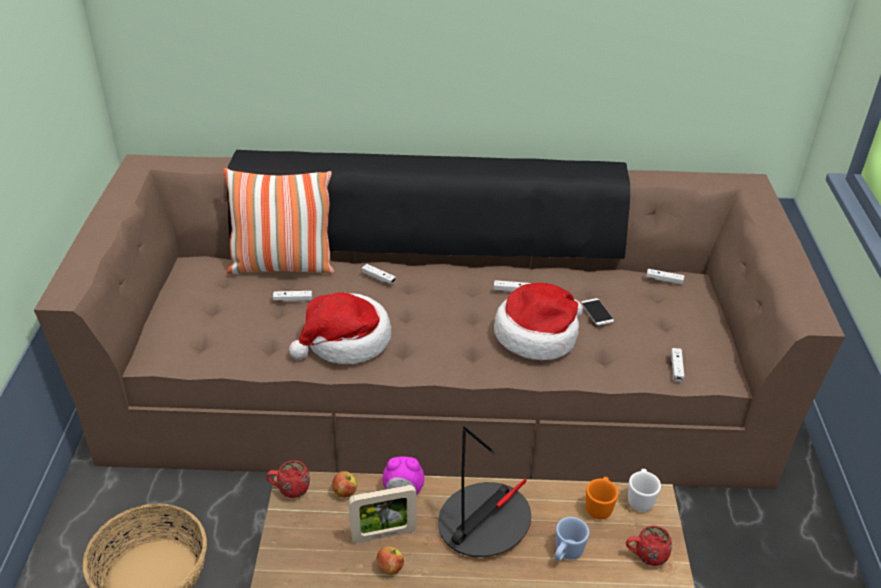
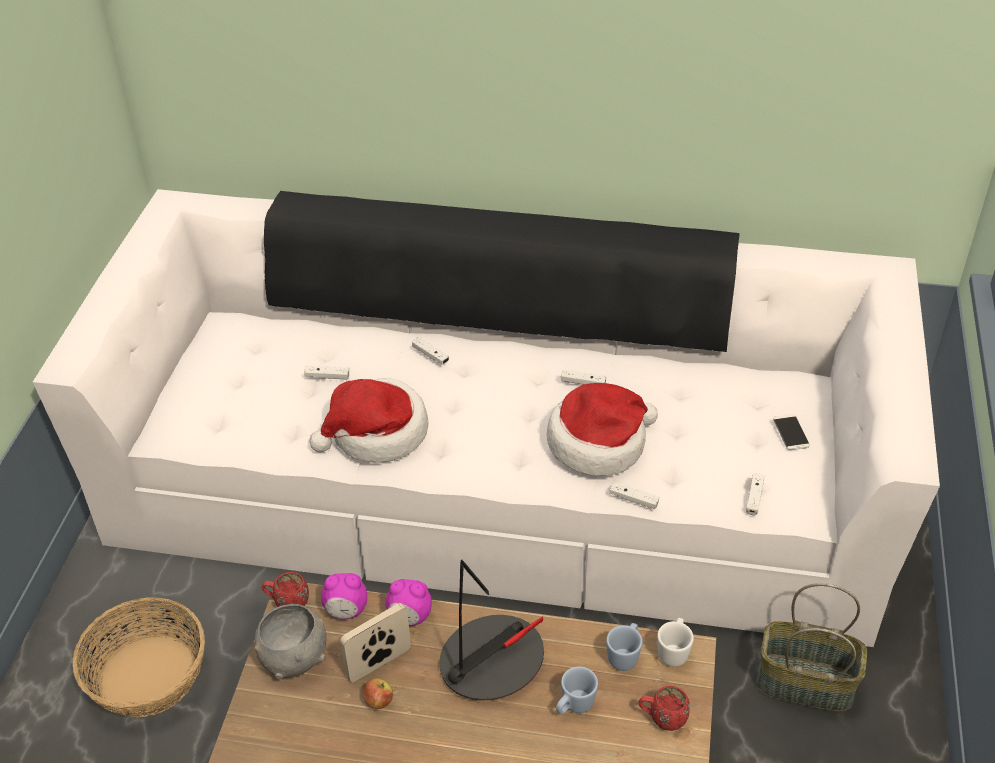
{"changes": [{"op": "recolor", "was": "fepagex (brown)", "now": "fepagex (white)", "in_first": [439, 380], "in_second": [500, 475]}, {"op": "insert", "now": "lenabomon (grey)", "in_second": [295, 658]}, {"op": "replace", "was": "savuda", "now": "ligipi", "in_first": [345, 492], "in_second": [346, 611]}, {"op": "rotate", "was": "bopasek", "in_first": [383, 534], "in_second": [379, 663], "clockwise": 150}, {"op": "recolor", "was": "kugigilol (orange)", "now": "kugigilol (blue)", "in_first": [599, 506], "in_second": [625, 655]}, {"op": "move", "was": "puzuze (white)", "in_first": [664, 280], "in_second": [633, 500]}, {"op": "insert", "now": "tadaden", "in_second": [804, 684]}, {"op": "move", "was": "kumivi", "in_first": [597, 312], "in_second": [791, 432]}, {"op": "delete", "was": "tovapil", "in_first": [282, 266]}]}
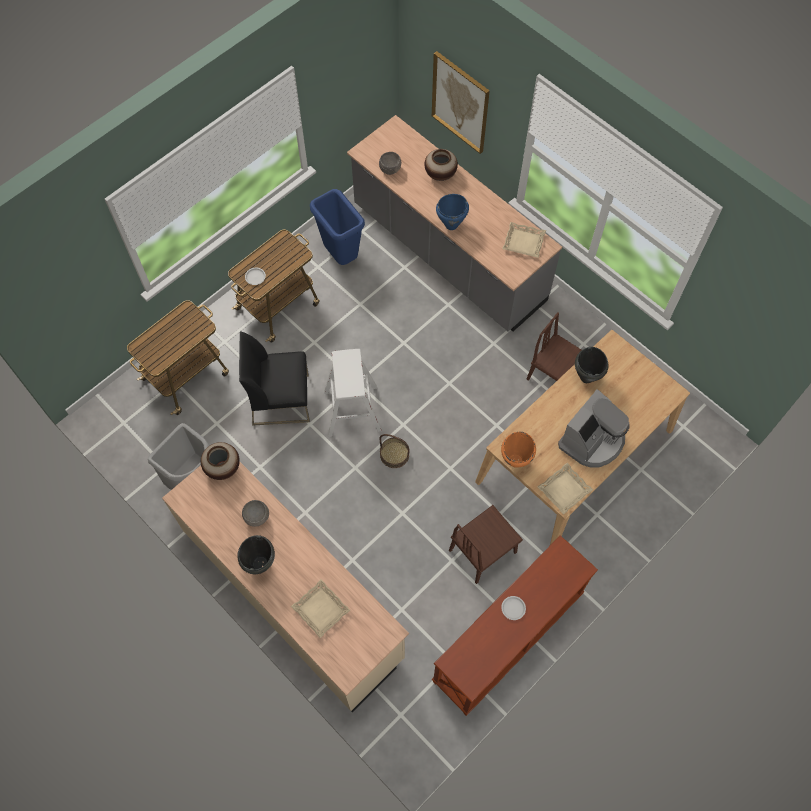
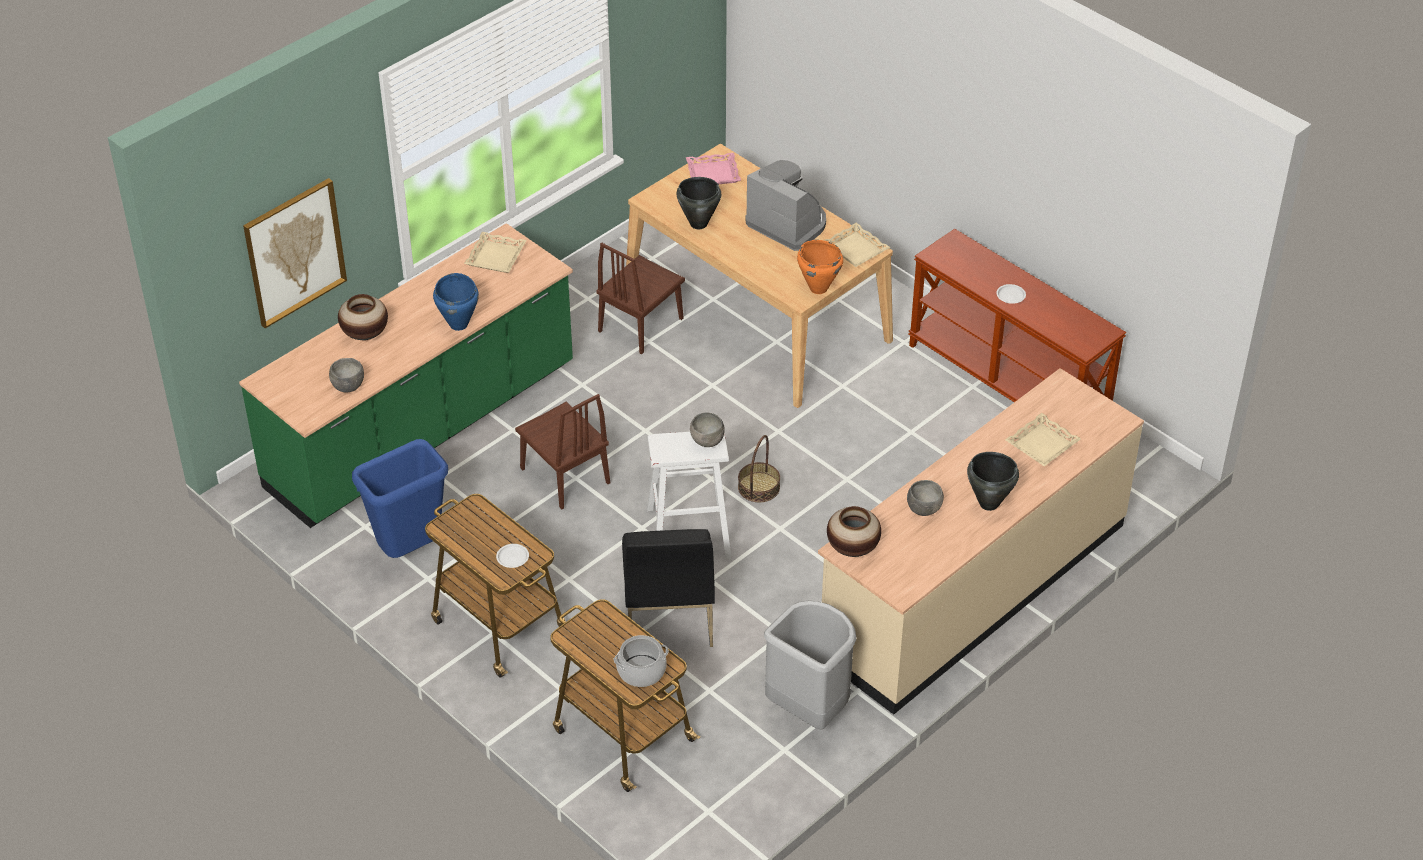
{"changes": [{"op": "recolor", "was": "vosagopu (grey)", "now": "vosagopu (green)", "in_first": [448, 254], "in_second": [422, 429]}, {"op": "move", "was": "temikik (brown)", "in_first": [483, 551], "in_second": [565, 475]}, {"op": "insert", "now": "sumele", "in_second": [641, 671]}, {"op": "insert", "now": "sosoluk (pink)", "in_second": [713, 174]}, {"op": "insert", "now": "lenabomon (grey)", "in_second": [707, 442]}]}
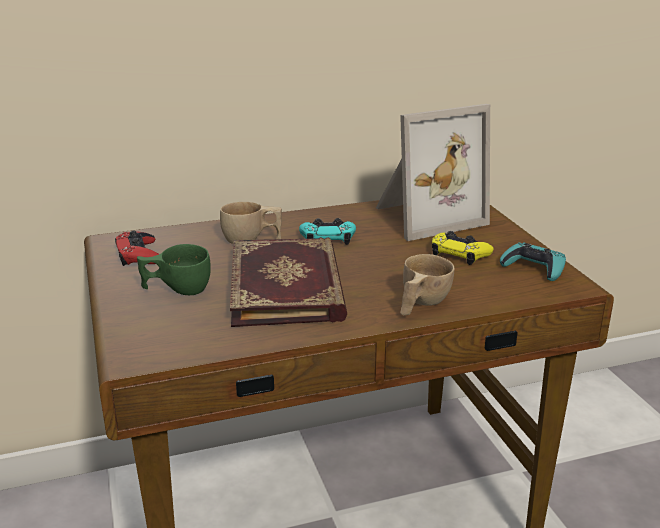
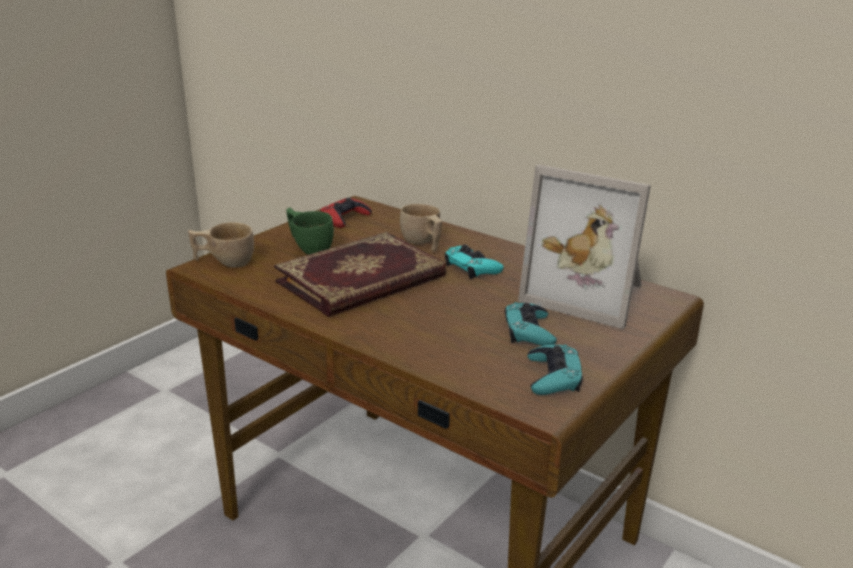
{"changes": [{"op": "move", "was": "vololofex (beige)", "in_first": [420, 304], "in_second": [224, 262]}, {"op": "recolor", "was": "puzuze (yellow)", "now": "puzuze (turquoise)", "in_first": [459, 253], "in_second": [529, 331]}]}
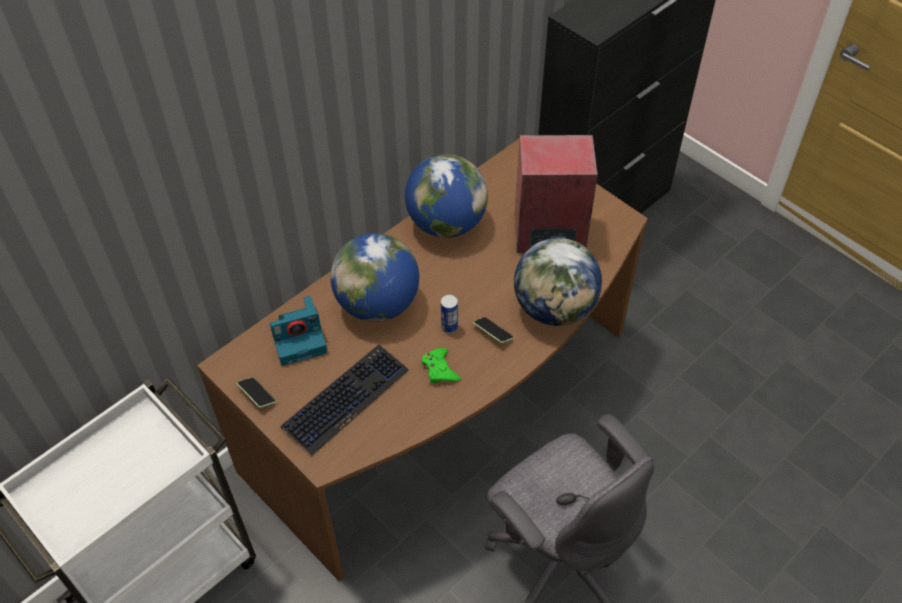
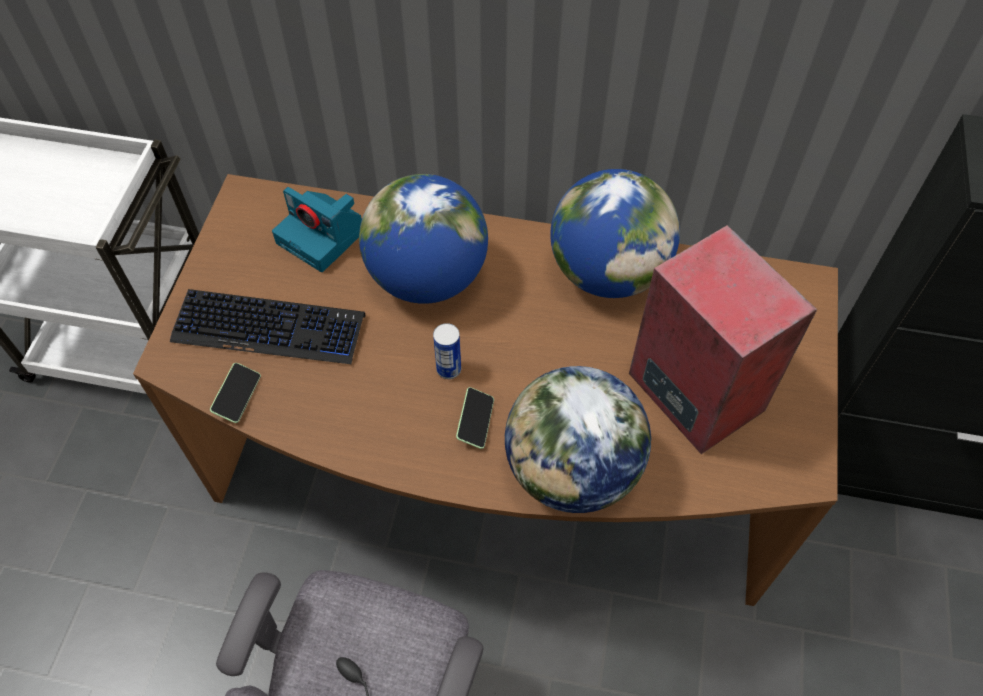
{"changes": [{"op": "move", "was": "kumivi", "in_first": [257, 395], "in_second": [238, 397]}, {"op": "delete", "was": "puzuze (green)", "in_first": [440, 369]}]}
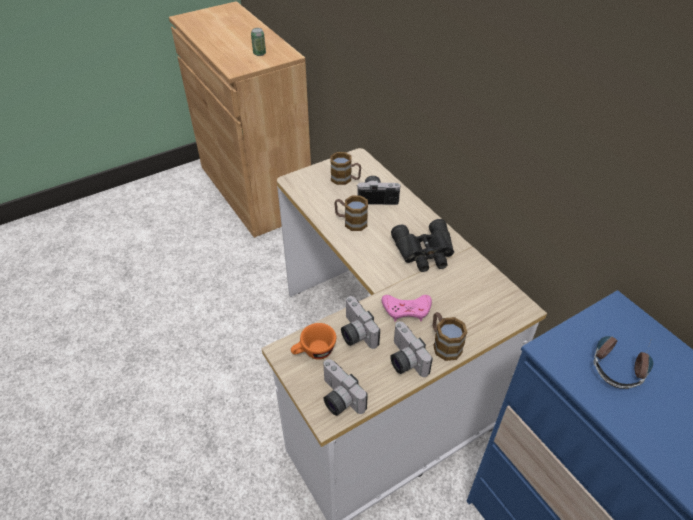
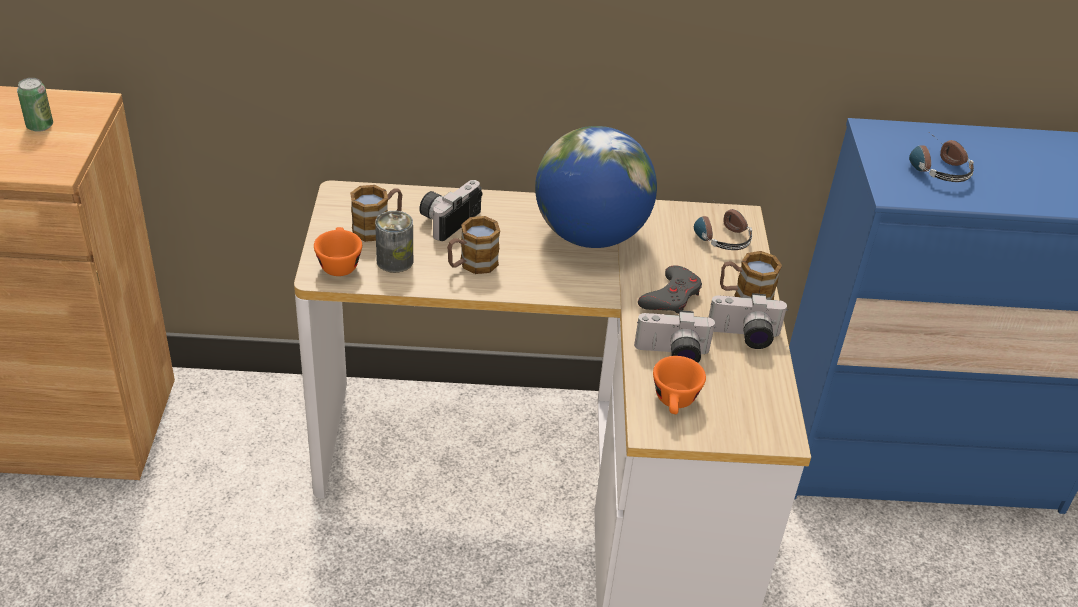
{"changes": [{"op": "insert", "now": "vololofex (orange)", "in_second": [338, 263]}, {"op": "insert", "now": "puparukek", "in_second": [395, 261]}, {"op": "replace", "was": "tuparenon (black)", "now": "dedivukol", "in_first": [425, 252], "in_second": [590, 235]}, {"op": "recolor", "was": "puzuze (pink)", "now": "puzuze (grey)", "in_first": [407, 310], "in_second": [671, 297]}, {"op": "insert", "now": "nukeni", "in_second": [718, 234]}, {"op": "delete", "was": "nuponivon", "in_first": [338, 399]}]}
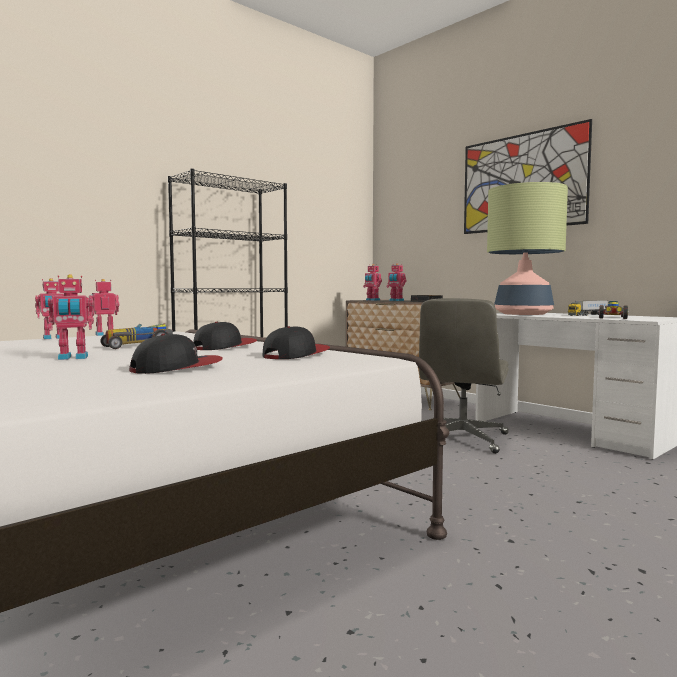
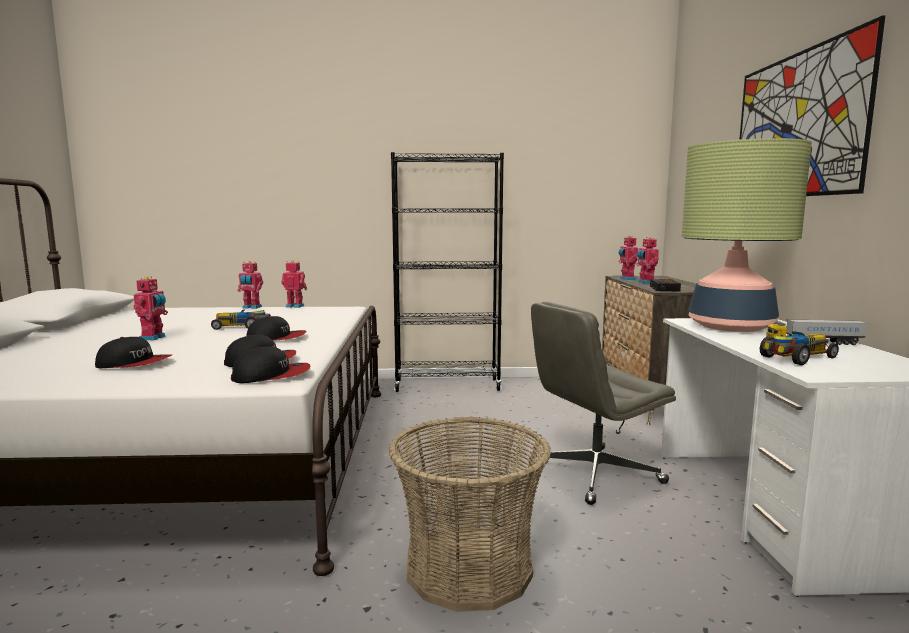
{"changes": [{"op": "rotate", "was": "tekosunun", "in_first": [73, 358], "in_second": [153, 338], "clockwise": -105}, {"op": "insert", "now": "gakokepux", "in_second": [272, 376]}, {"op": "insert", "now": "tadaden", "in_second": [468, 568]}]}
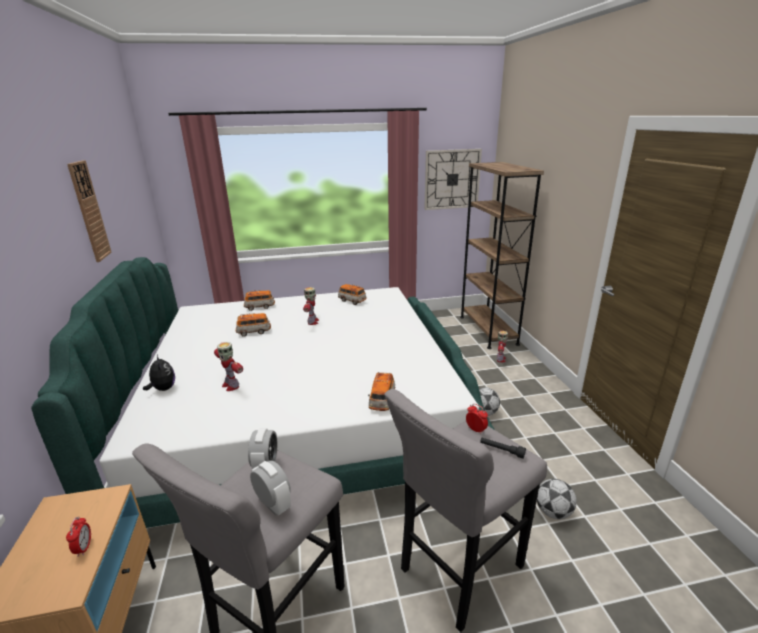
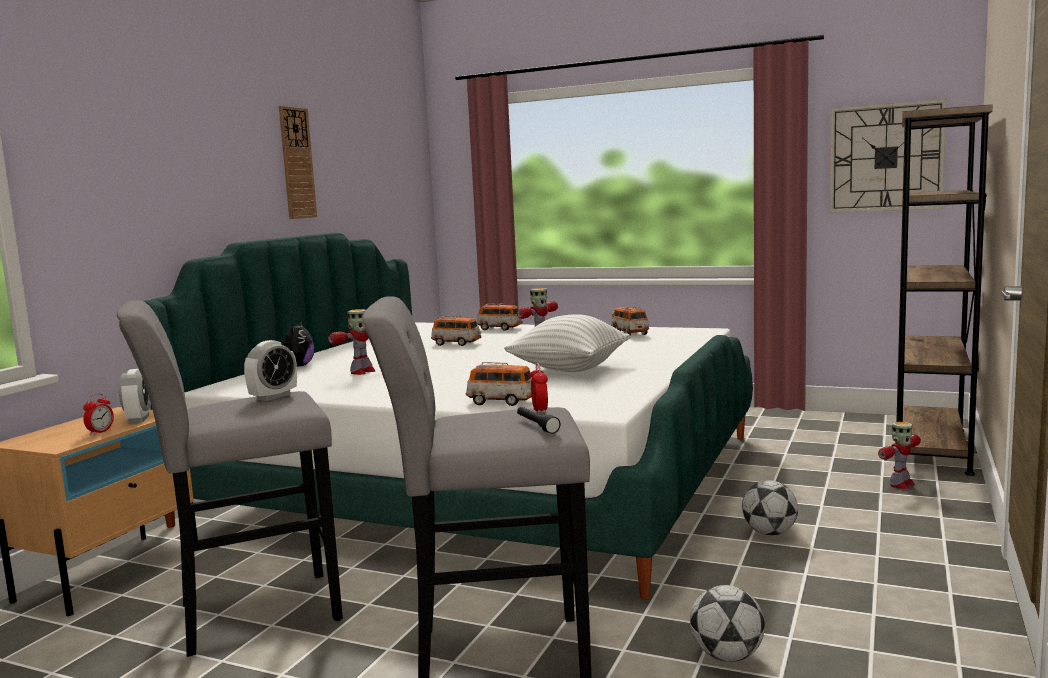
{"changes": [{"op": "move", "was": "ligipi", "in_first": [273, 504], "in_second": [139, 419]}, {"op": "rotate", "was": "tekosunun", "in_first": [231, 385], "in_second": [362, 372], "clockwise": -135}, {"op": "rotate", "was": "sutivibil", "in_first": [382, 401], "in_second": [502, 402], "clockwise": -120}, {"op": "insert", "now": "tovapil (white)", "in_second": [569, 369]}]}
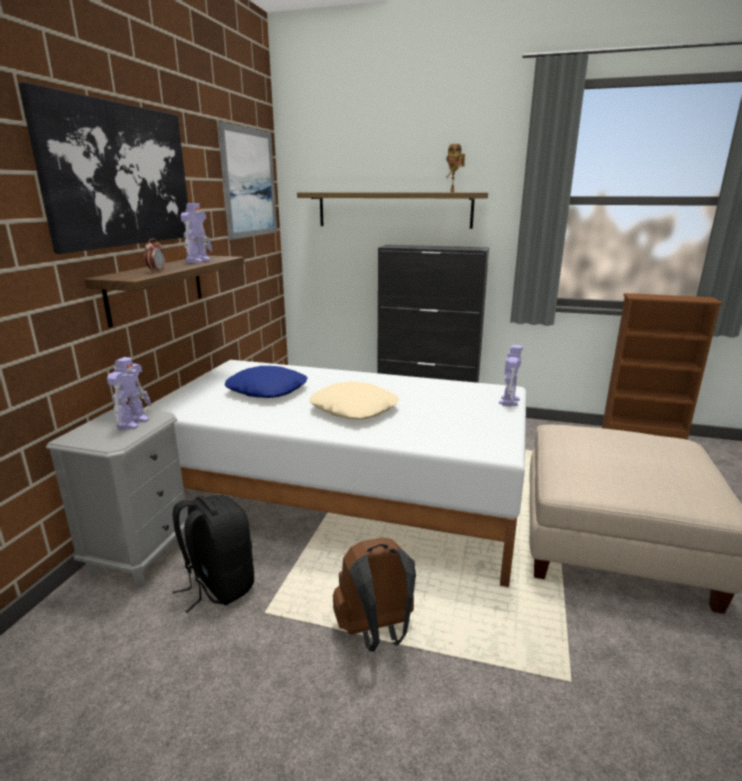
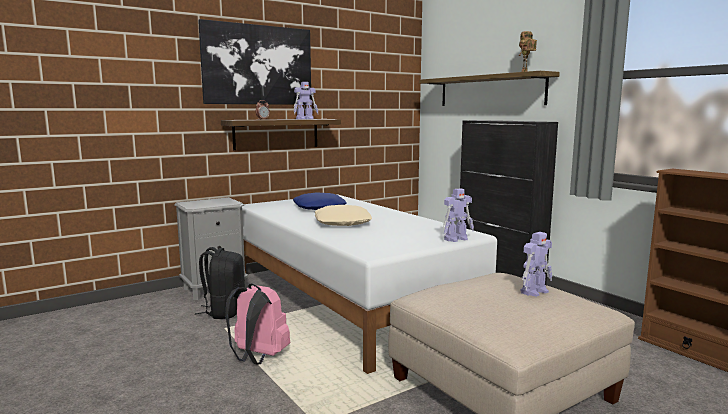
{"changes": [{"op": "recolor", "was": "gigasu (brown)", "now": "gigasu (pink)", "in_first": [376, 632], "in_second": [257, 357]}, {"op": "move", "was": "tekosunun", "in_first": [133, 423], "in_second": [535, 291]}, {"op": "delete", "was": "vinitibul", "in_first": [249, 183]}]}
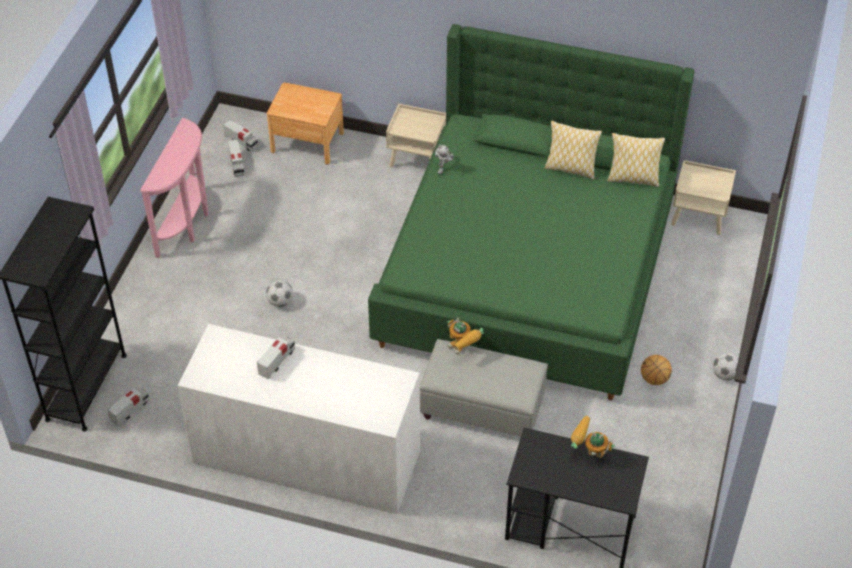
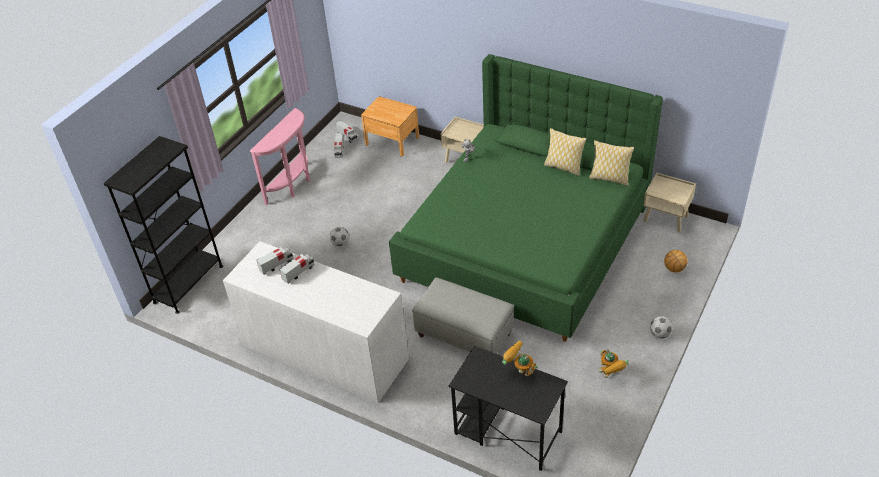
{"changes": [{"op": "move", "was": "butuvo", "in_first": [130, 410], "in_second": [276, 265]}, {"op": "move", "was": "tekosunun", "in_first": [463, 350], "in_second": [610, 375]}, {"op": "move", "was": "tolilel", "in_first": [654, 379], "in_second": [674, 269]}]}
